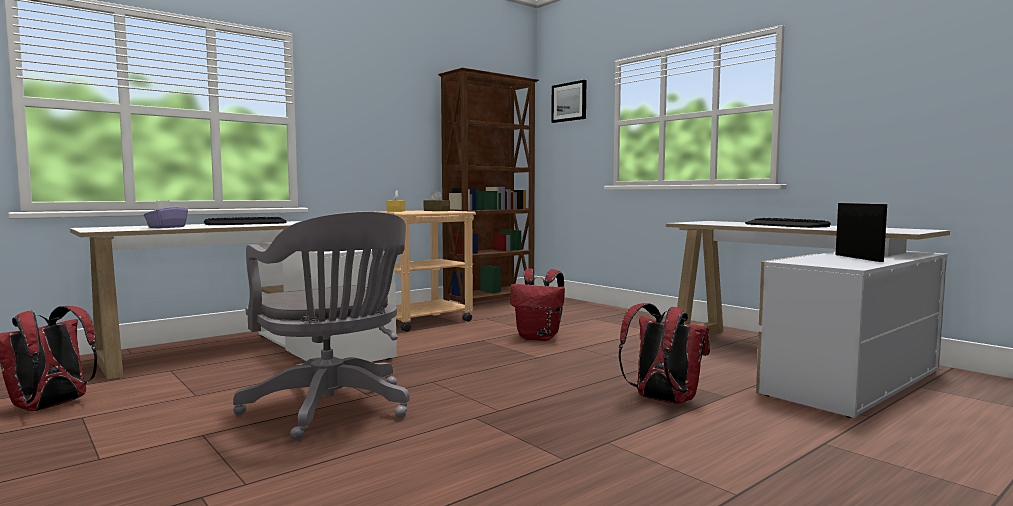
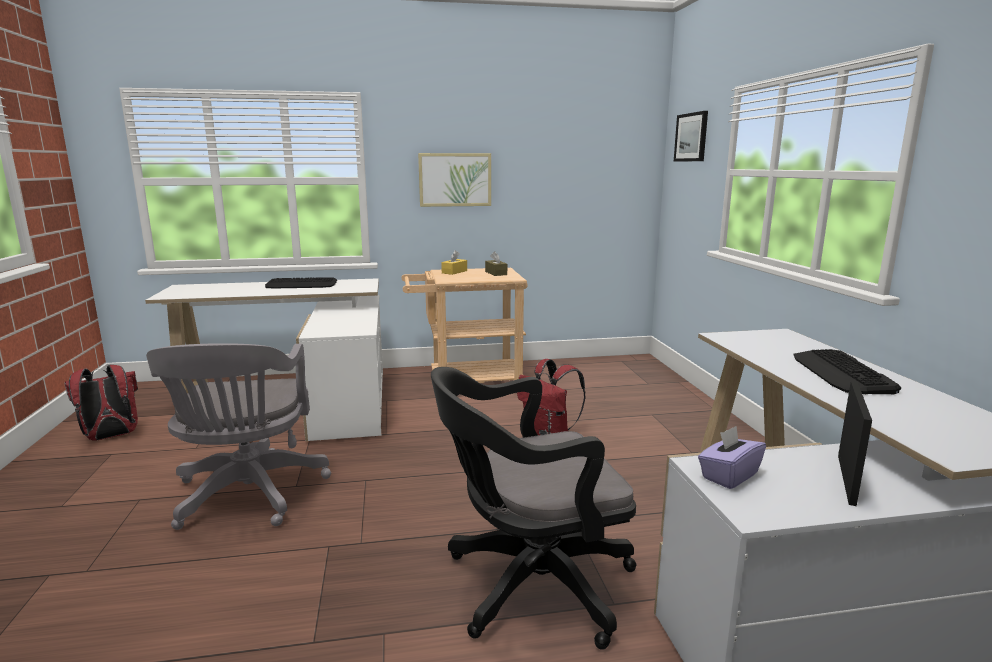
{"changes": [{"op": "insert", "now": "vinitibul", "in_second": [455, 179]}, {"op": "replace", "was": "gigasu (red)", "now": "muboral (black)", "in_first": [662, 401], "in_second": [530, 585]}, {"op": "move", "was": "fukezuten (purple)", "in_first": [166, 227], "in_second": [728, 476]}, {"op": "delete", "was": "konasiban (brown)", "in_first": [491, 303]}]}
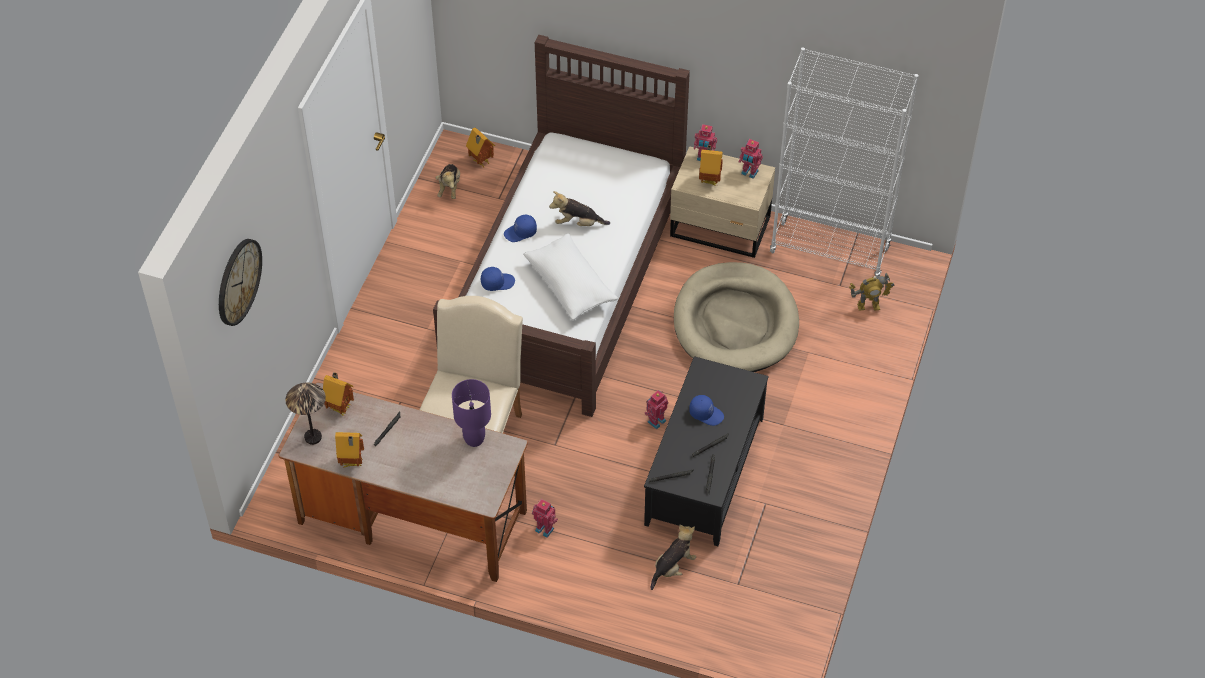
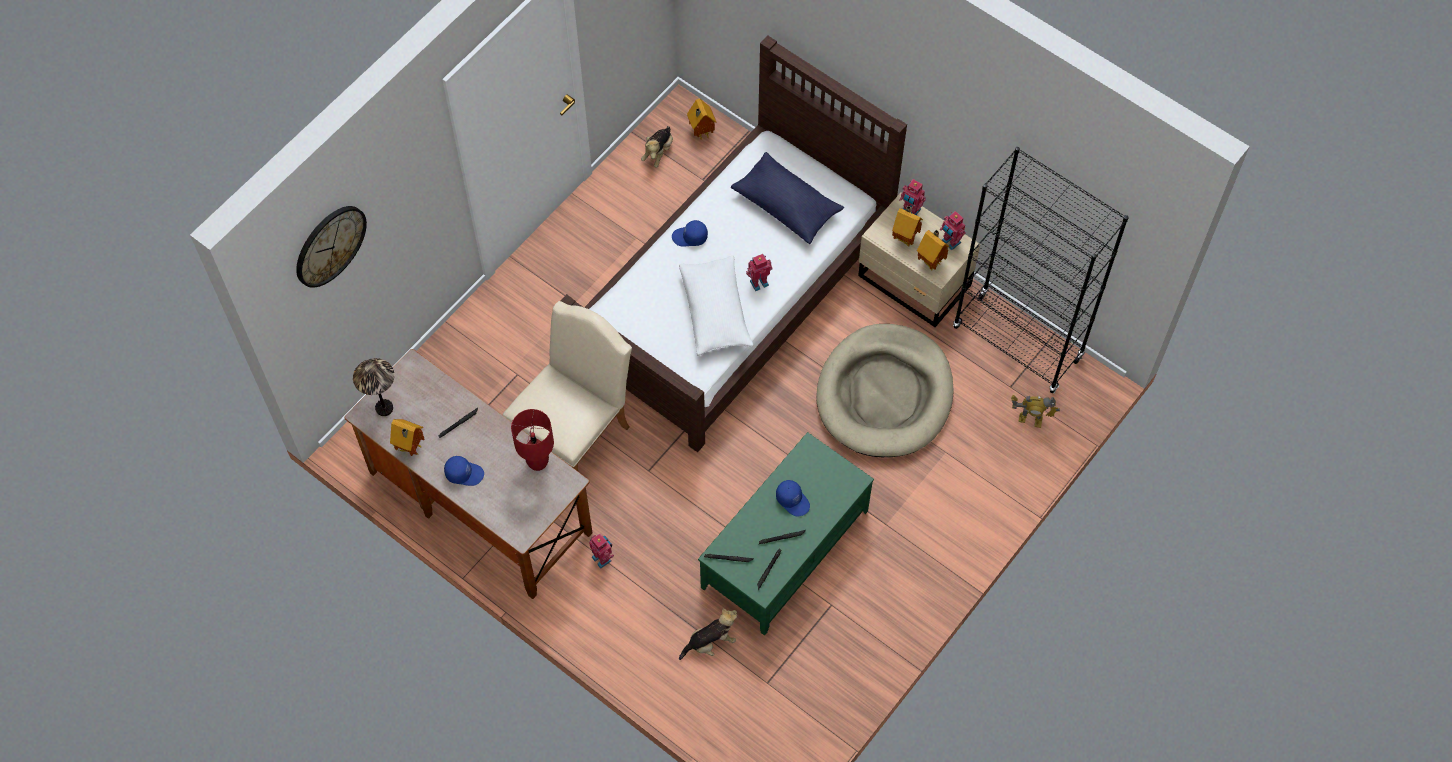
{"changes": [{"op": "move", "was": "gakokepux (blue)", "in_first": [497, 282], "in_second": [464, 473]}, {"op": "recolor", "was": "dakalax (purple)", "now": "dakalax (red)", "in_first": [474, 439], "in_second": [537, 461]}, {"op": "recolor", "was": "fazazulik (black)", "now": "fazazulik (green)", "in_first": [703, 471], "in_second": [783, 548]}, {"op": "insert", "now": "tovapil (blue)", "in_second": [786, 205]}, {"op": "move", "was": "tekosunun", "in_first": [655, 420], "in_second": [758, 282]}, {"op": "move", "was": "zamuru", "in_first": [340, 407], "in_second": [931, 261]}, {"op": "recolor", "was": "konasiban (white)", "now": "konasiban (black)", "in_first": [830, 250], "in_second": [1017, 343]}, {"op": "delete", "was": "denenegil", "in_first": [578, 223]}]}
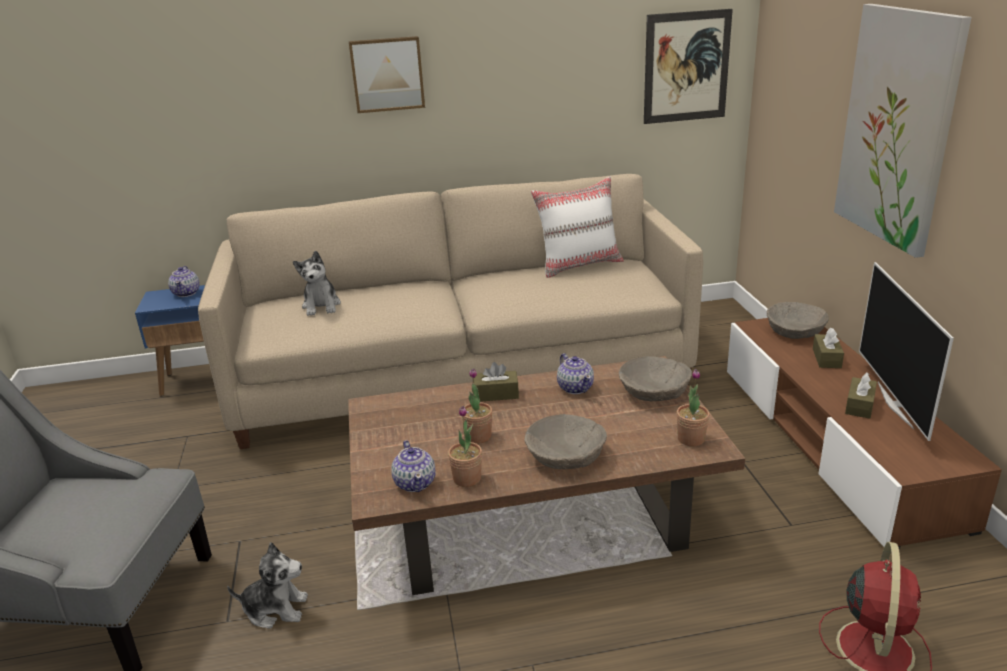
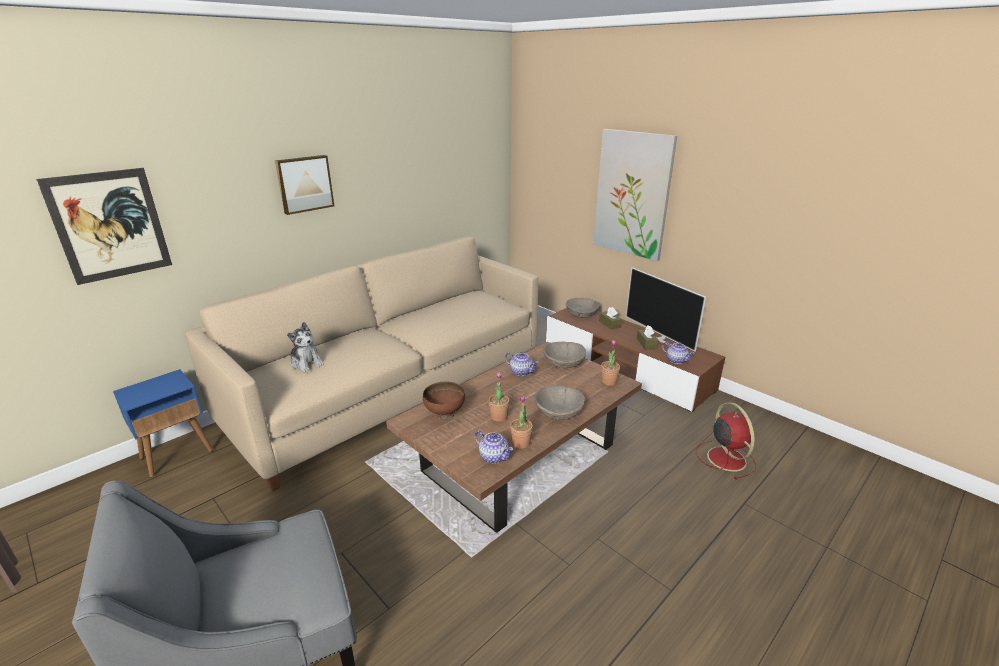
{"changes": [{"op": "move", "was": "vinitibul", "in_first": [686, 67], "in_second": [110, 225]}, {"op": "insert", "now": "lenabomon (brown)", "in_second": [445, 413]}, {"op": "move", "was": "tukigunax", "in_first": [186, 293], "in_second": [676, 360]}, {"op": "delete", "was": "denenegil", "in_first": [275, 609]}, {"op": "delete", "was": "fukezuten (brown)", "in_first": [496, 394]}, {"op": "delete", "was": "tovapil (white)", "in_first": [579, 265]}]}
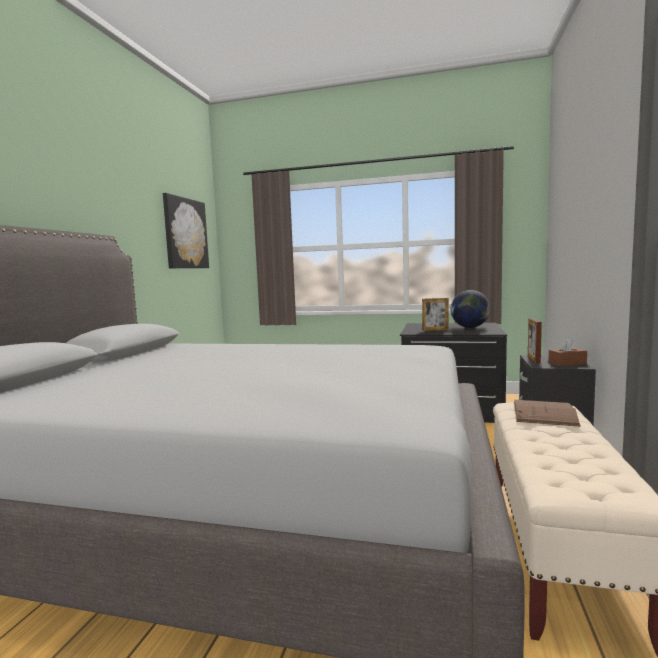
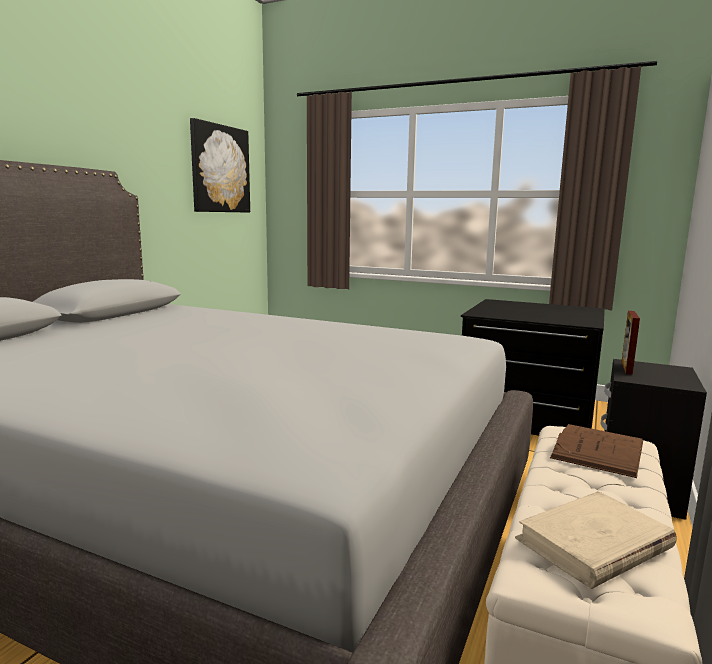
{"changes": [{"op": "insert", "now": "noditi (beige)", "in_second": [593, 544]}, {"op": "delete", "was": "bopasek", "in_first": [435, 330]}, {"op": "delete", "was": "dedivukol", "in_first": [469, 327]}, {"op": "delete", "was": "fukezuten (brown)", "in_first": [567, 363]}]}
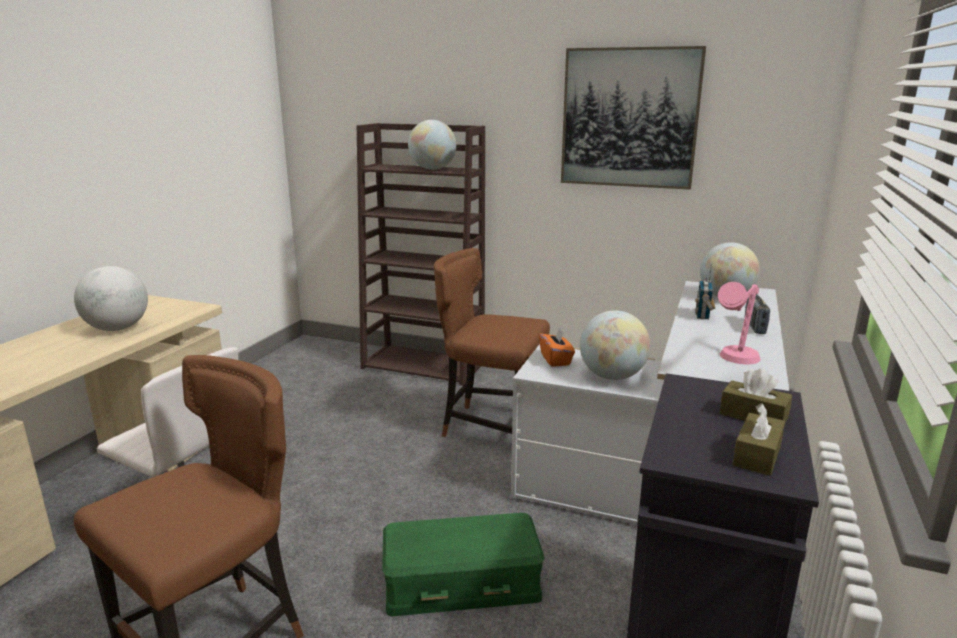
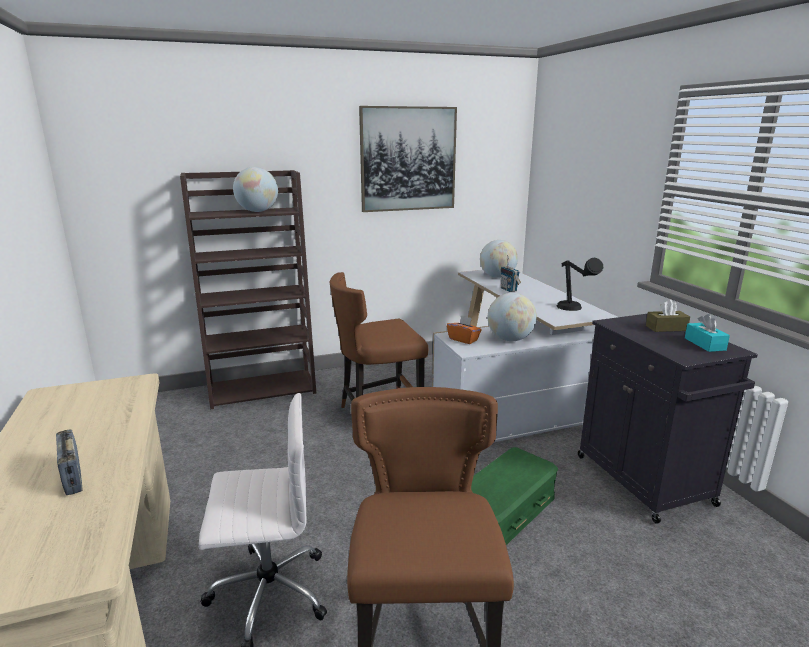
{"changes": [{"op": "move", "was": "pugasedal", "in_first": [754, 326], "in_second": [72, 478]}, {"op": "recolor", "was": "dakalax (pink)", "now": "dakalax (black)", "in_first": [734, 363], "in_second": [573, 311]}, {"op": "recolor", "was": "fukezuten (brown)", "now": "fukezuten (turquoise)", "in_first": [757, 455], "in_second": [704, 344]}, {"op": "delete", "was": "dedivukol", "in_first": [117, 328]}]}
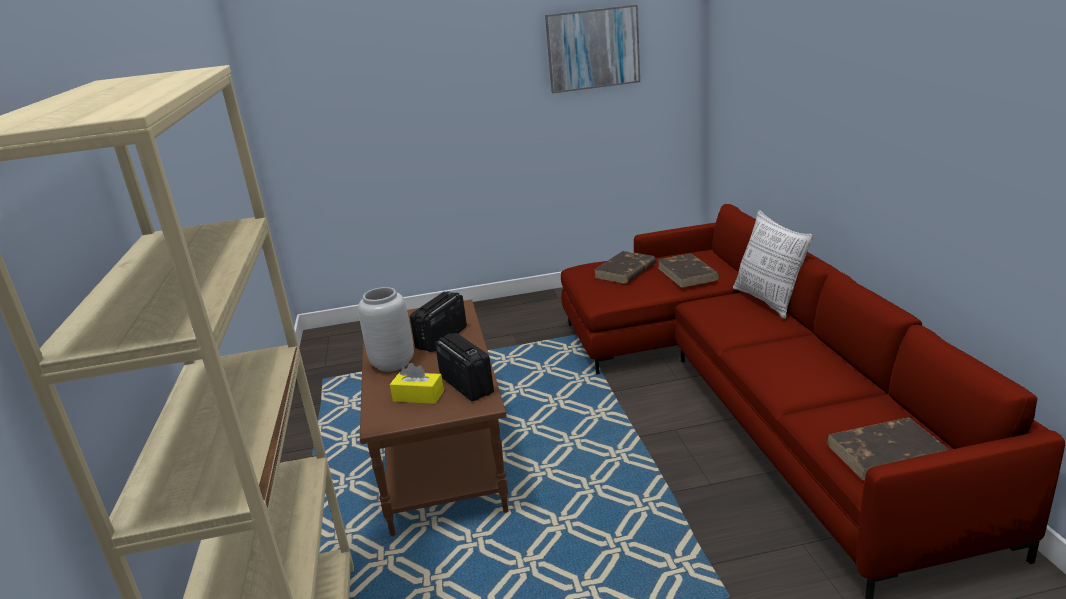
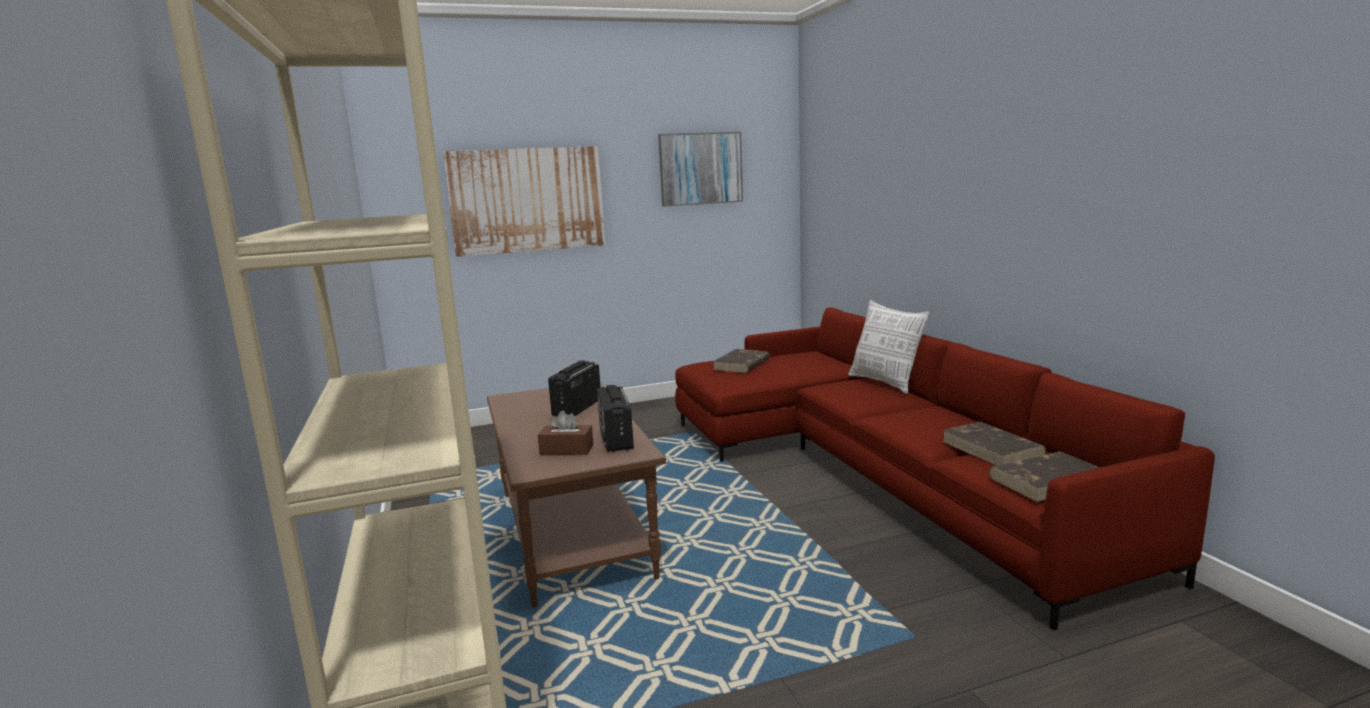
{"changes": [{"op": "insert", "now": "vinitibul", "in_second": [527, 200]}, {"op": "recolor", "was": "fukezuten (yellow)", "now": "fukezuten (brown)", "in_first": [418, 396], "in_second": [566, 449]}, {"op": "rotate", "was": "pugasedal", "in_first": [466, 385], "in_second": [616, 439], "clockwise": -150}, {"op": "move", "was": "noditi (brown)", "in_first": [687, 274], "in_second": [992, 449]}, {"op": "delete", "was": "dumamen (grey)", "in_first": [394, 363]}]}
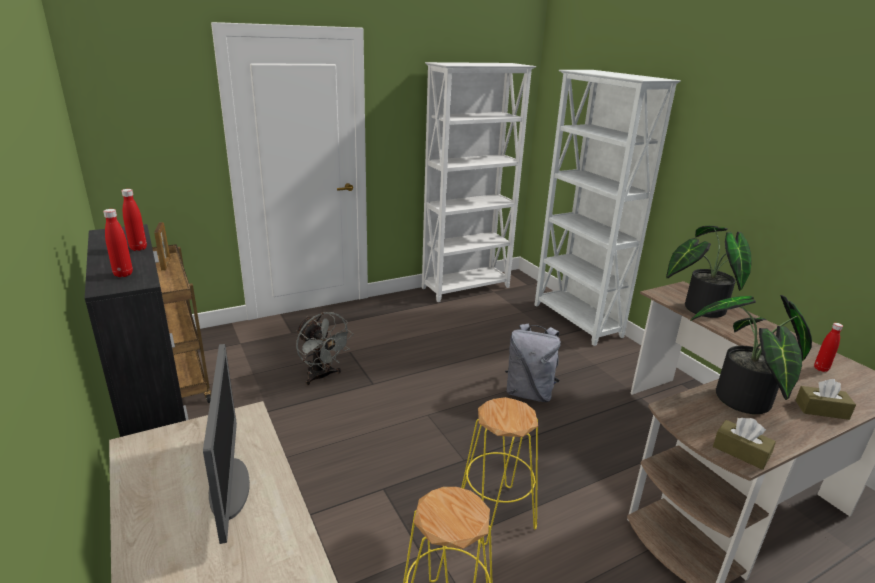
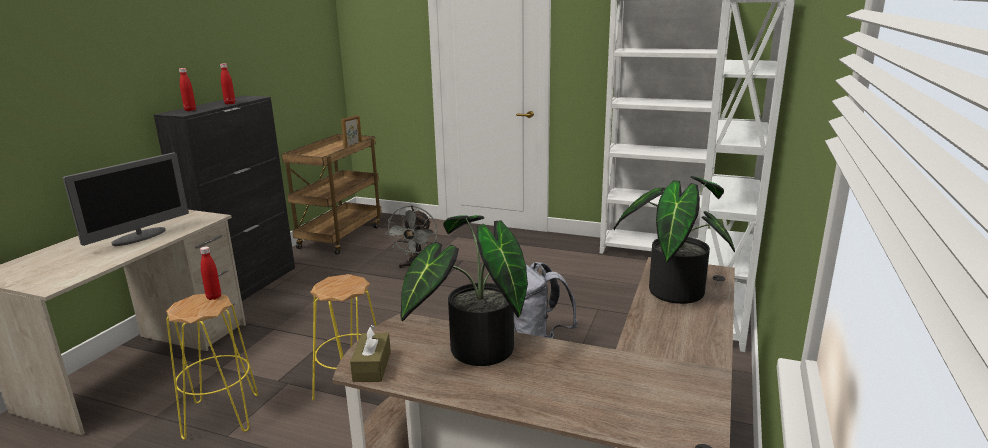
{"changes": [{"op": "move", "was": "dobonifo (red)", "in_first": [821, 369], "in_second": [214, 297]}, {"op": "delete", "was": "fukezuten (brown)", "in_first": [821, 410]}]}
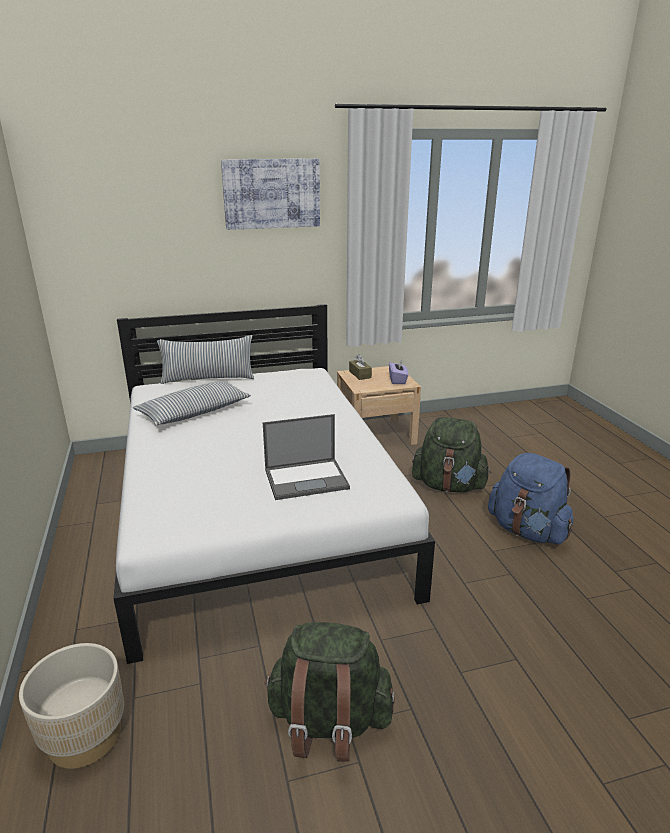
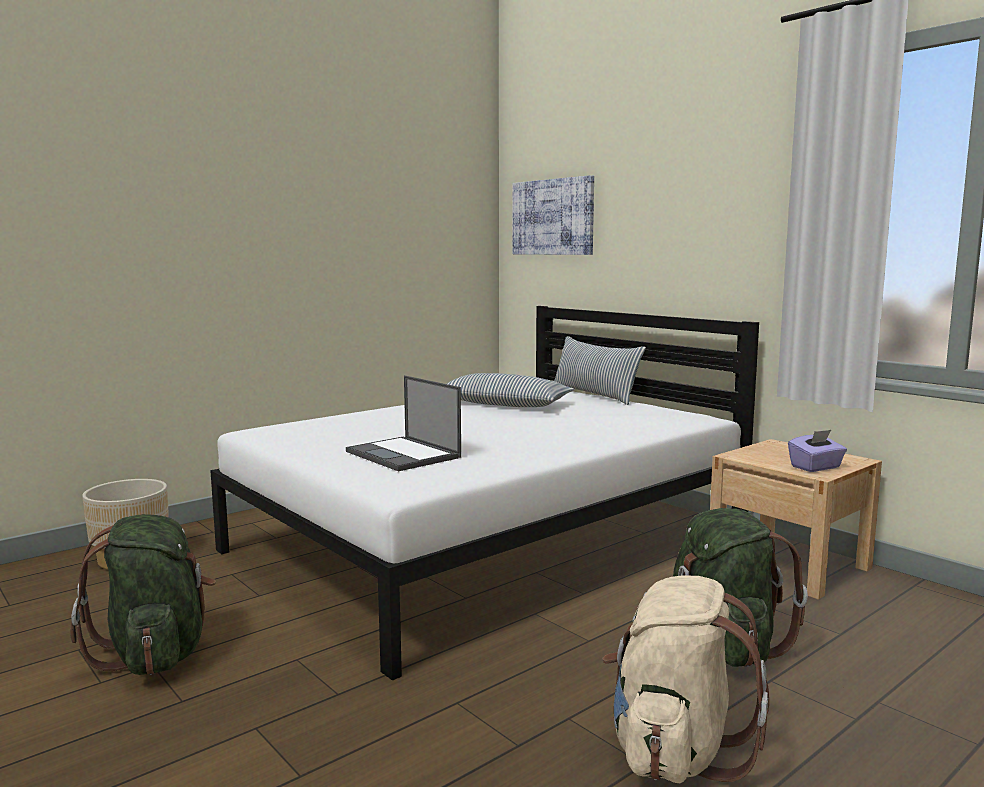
{"changes": [{"op": "move", "was": "vinitibul", "in_first": [271, 193], "in_second": [553, 217]}, {"op": "recolor", "was": "gigasu (blue)", "now": "gigasu (beige)", "in_first": [527, 531], "in_second": [675, 750]}, {"op": "delete", "was": "fukezuten (brown)", "in_first": [360, 374]}]}
